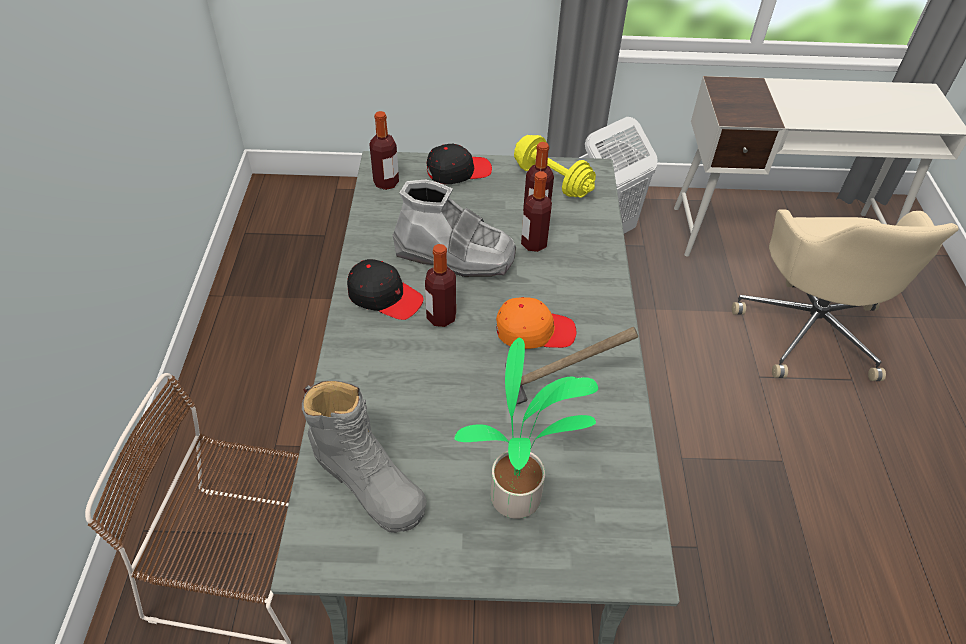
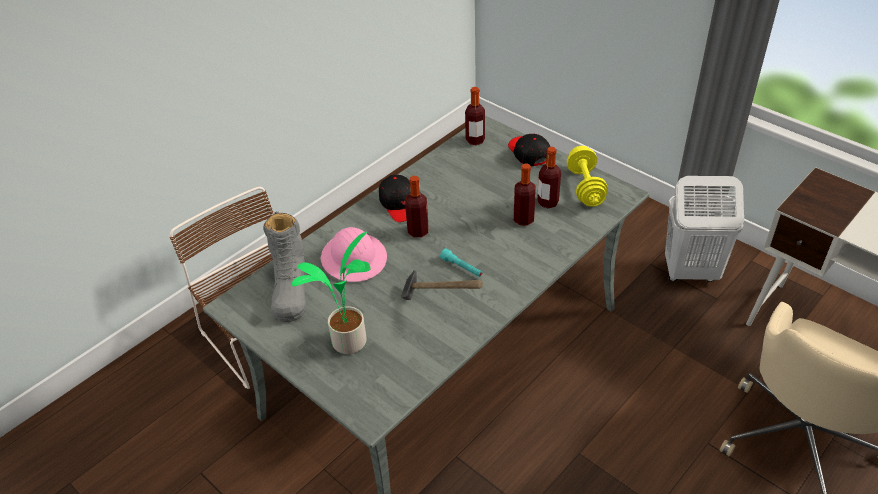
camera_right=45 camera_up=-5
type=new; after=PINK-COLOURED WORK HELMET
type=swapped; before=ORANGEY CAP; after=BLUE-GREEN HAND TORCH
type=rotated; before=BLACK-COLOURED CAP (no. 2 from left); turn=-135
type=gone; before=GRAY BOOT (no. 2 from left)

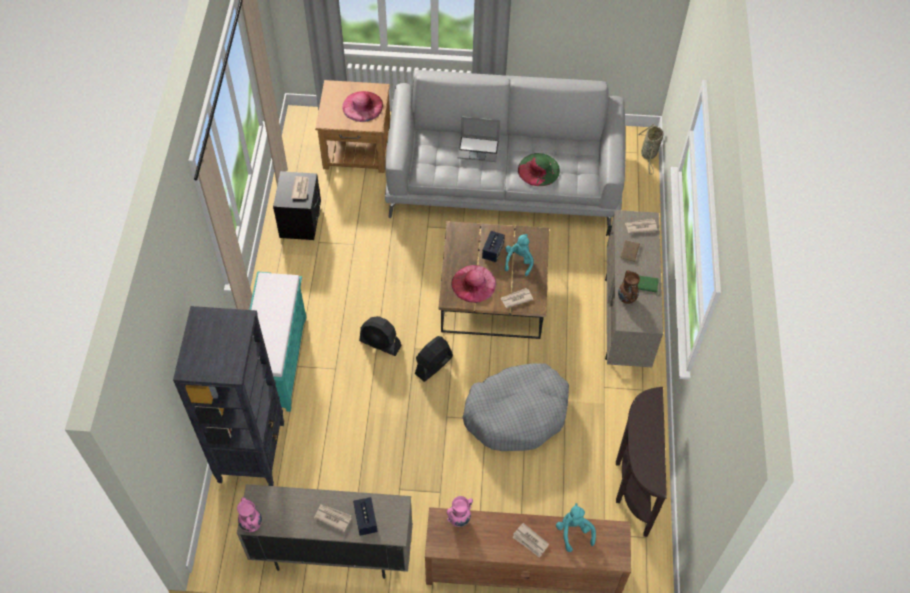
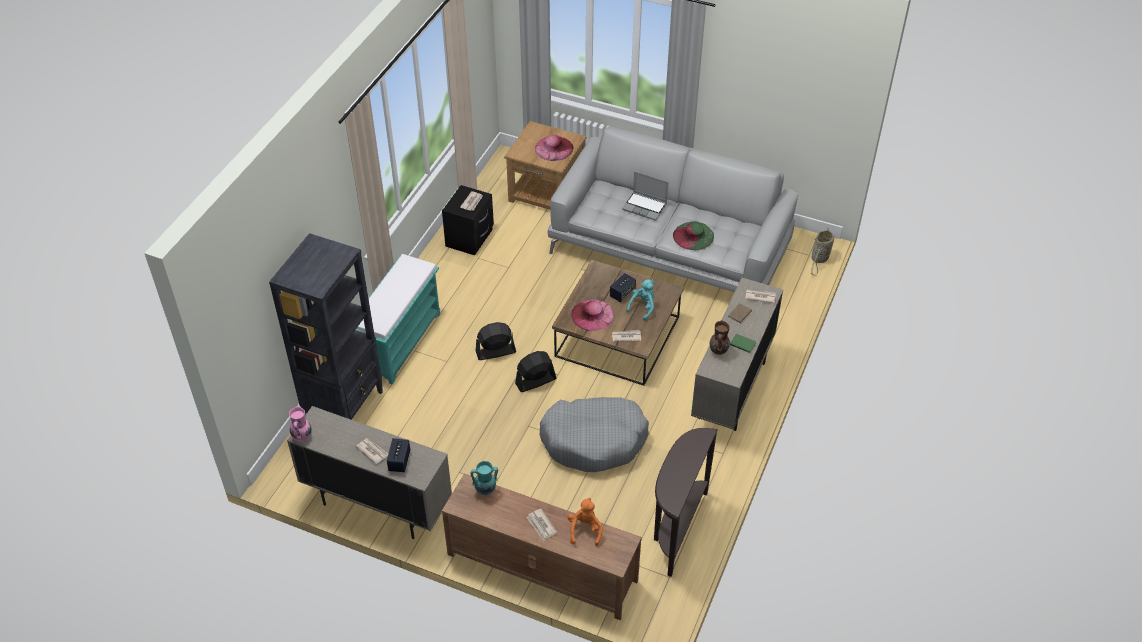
camera_right=20 camera_up=-10
type=repainted; before=PINK-COLOURED FLOWER VASE (no. 2 from left); after=BLUE-GREEN FLOWER VASE
type=rotated; before=BLACK-COLOURED ELECTRIC FAN (no. 1 from left); turn=120
type=repainted; before=BLUE-GREEN SOFT TOY (no. 2 from left); after=ORANGEY SOFT TOY

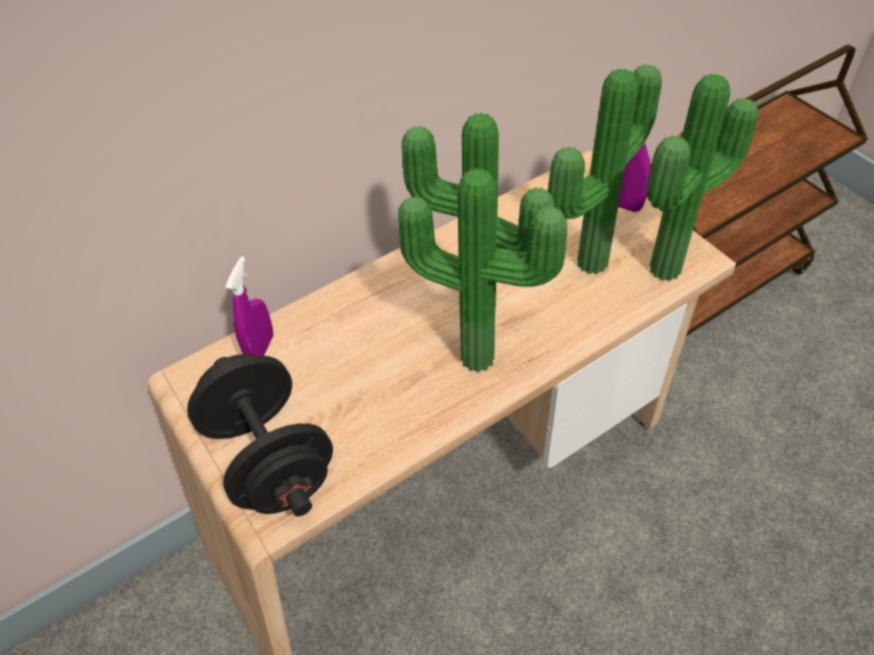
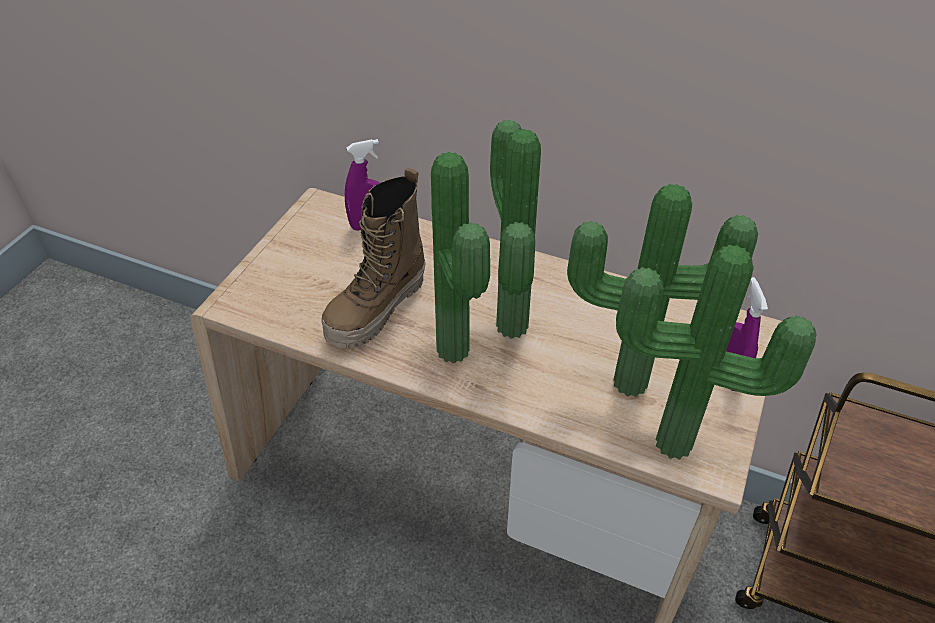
camera_right=55 camera_up=-5
type=new; after=BOOT
type=gone; before=BLACK-COLOURED HAND WEIGHT

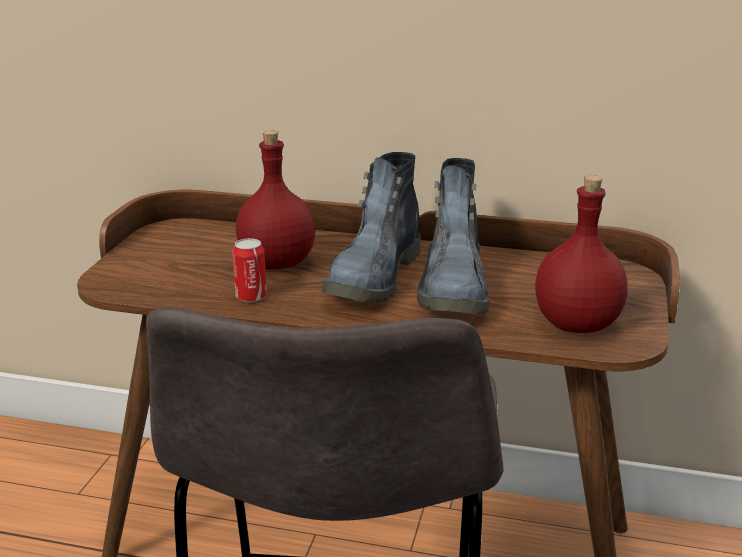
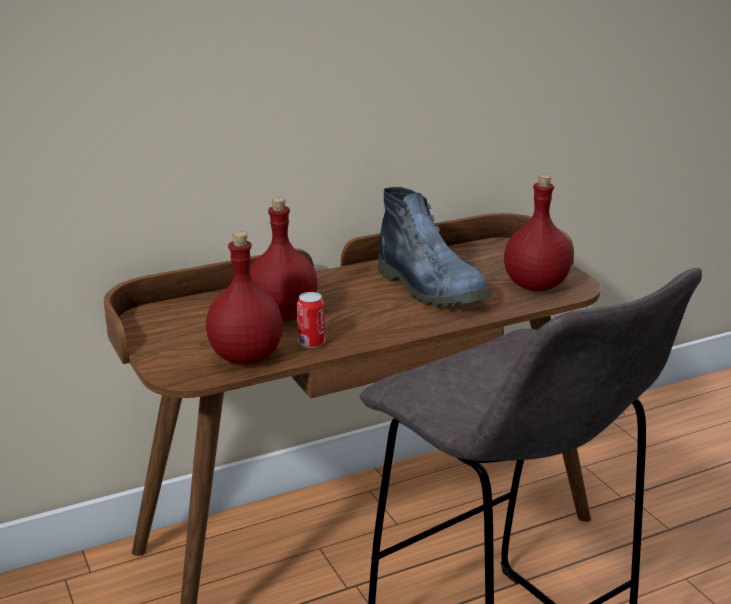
camera_right=-40 camera_up=0
type=new; after=REDDISH DRINK BOTTLE (no. 1 from left)
type=gone; before=BOOT (no. 1 from left)

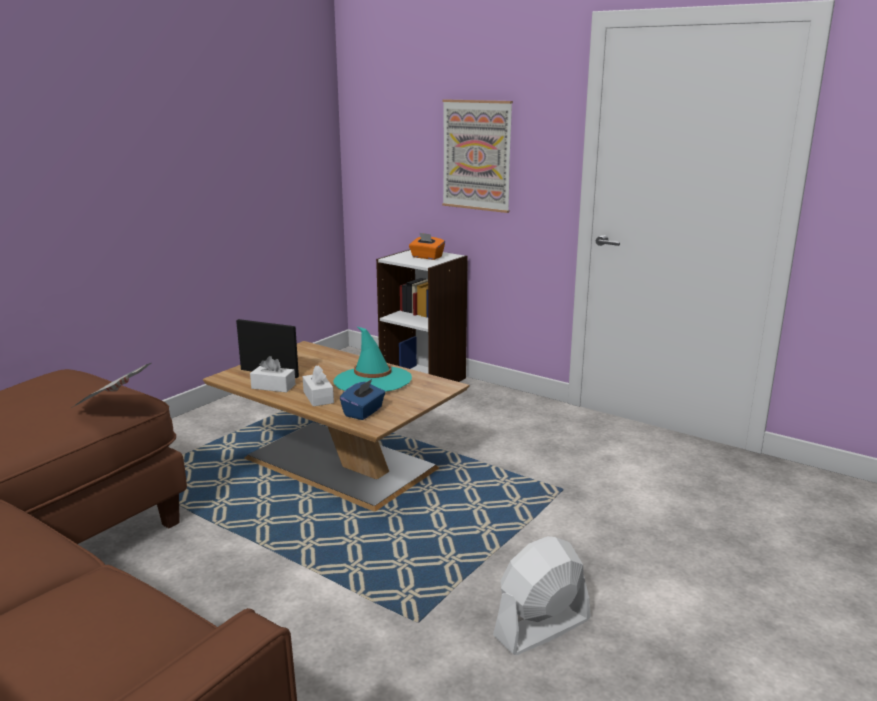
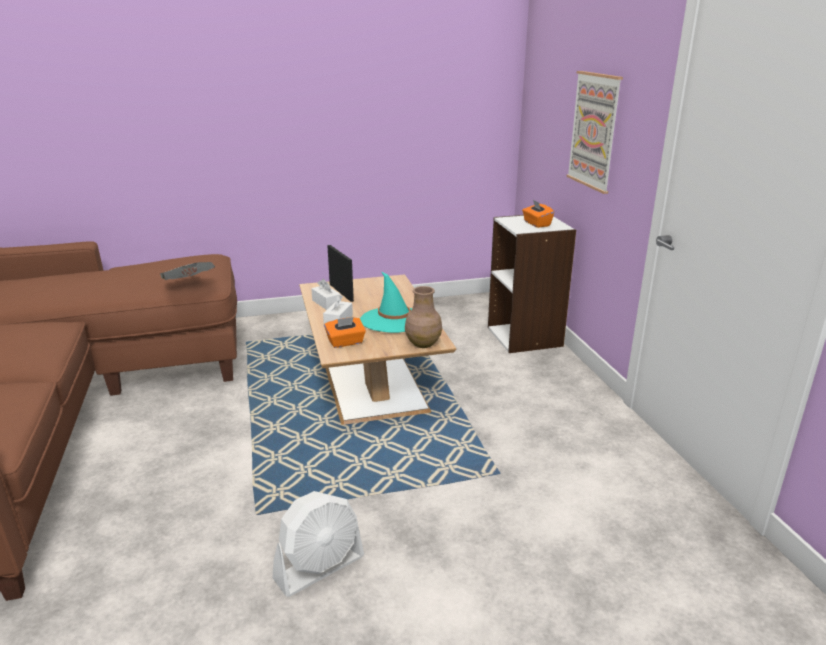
camera_right=40 camera_up=5
type=rotated; before=WHITE-COLOURED ELECTRIC FAN; turn=135
type=repainted; before=BLUISH TISSUE BOX; after=ORANGEY TISSUE BOX (no. 1 from left)
type=new; after=BROWN FLOWER VASE

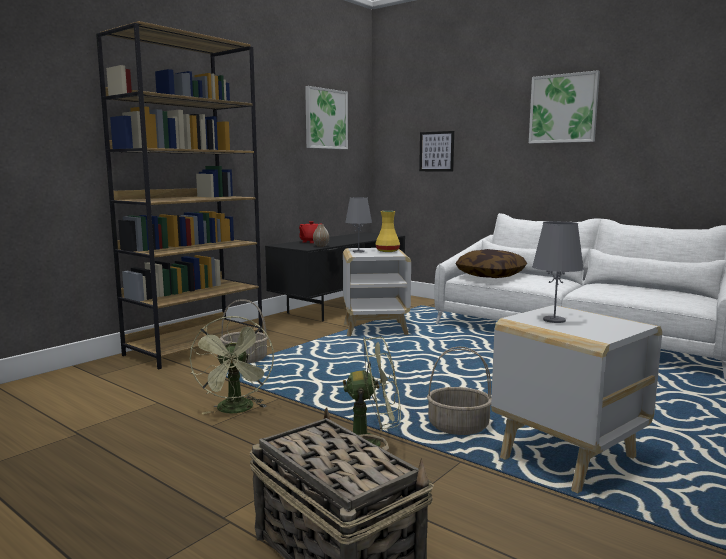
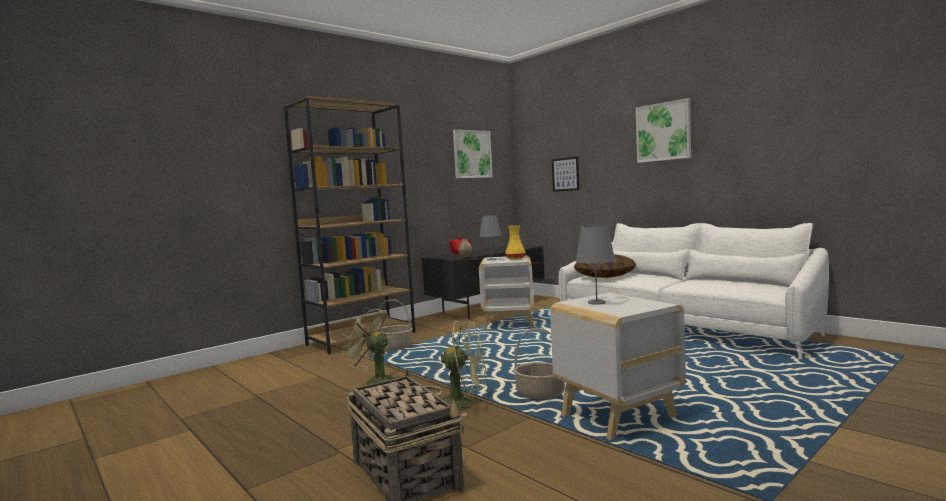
camera_right=10 camera_up=-5
type=rotated; before=GREENISH ELECTRIC FAN (no. 1 from left); turn=120

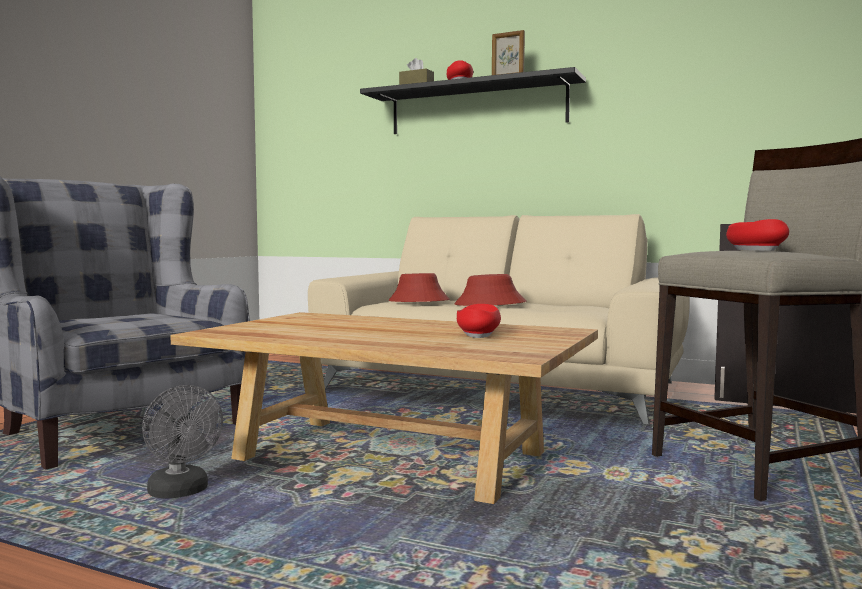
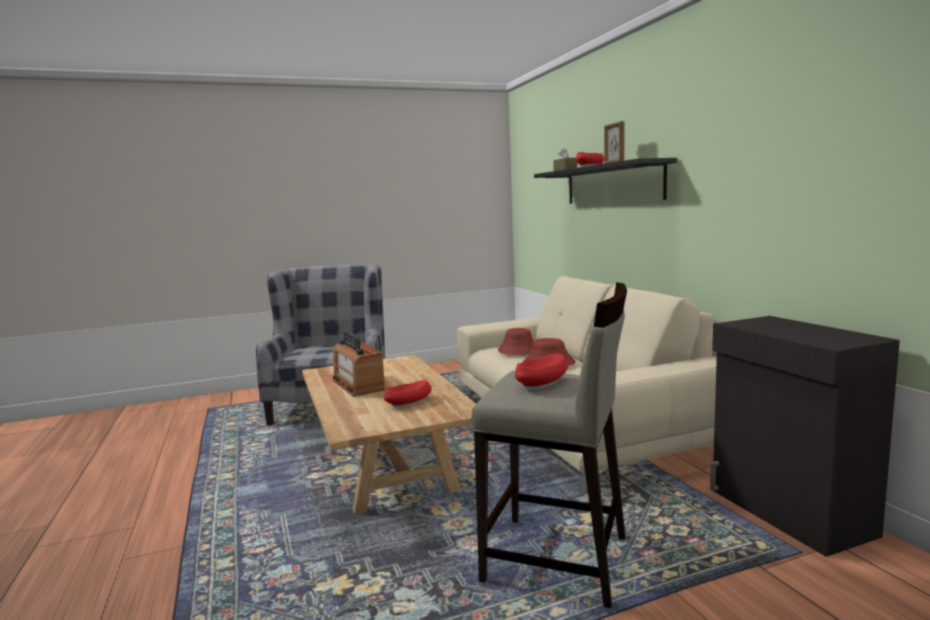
camera_right=45 camera_up=5
type=new; after=RADIO SET
type=gone; before=GRAY ELECTRIC FAN

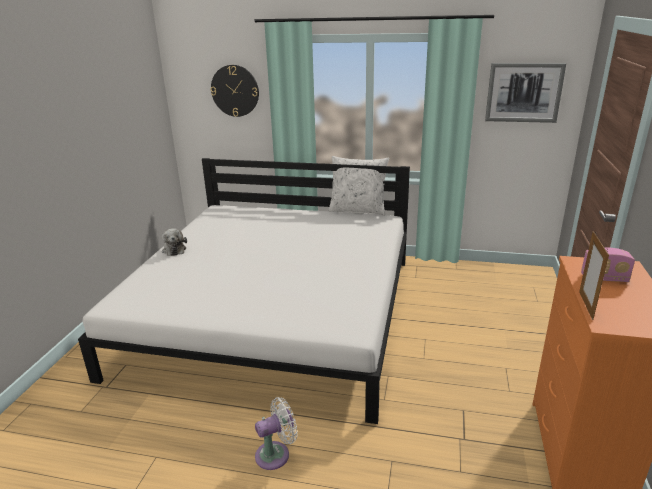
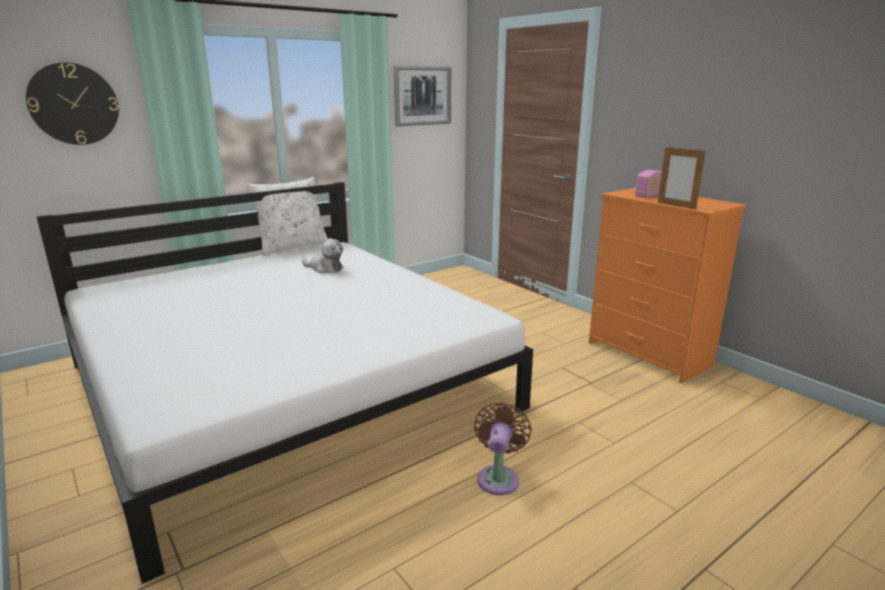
camera_right=-50 camera_up=-5
type=shifted; before=SOFT TOY
type=repainted; before=WHITE-COLOURED ELECTRIC FAN; after=BROWN ELECTRIC FAN

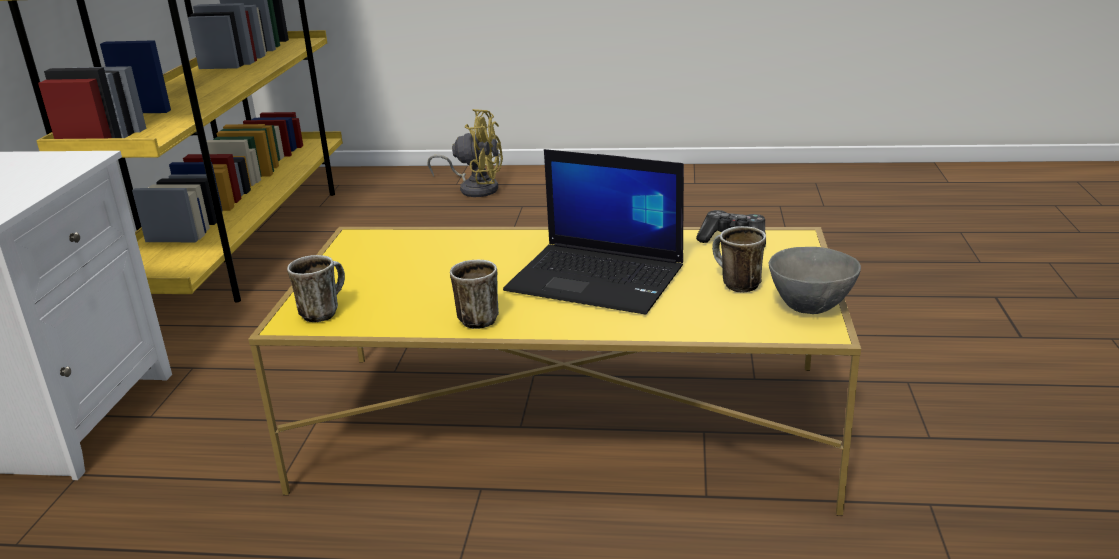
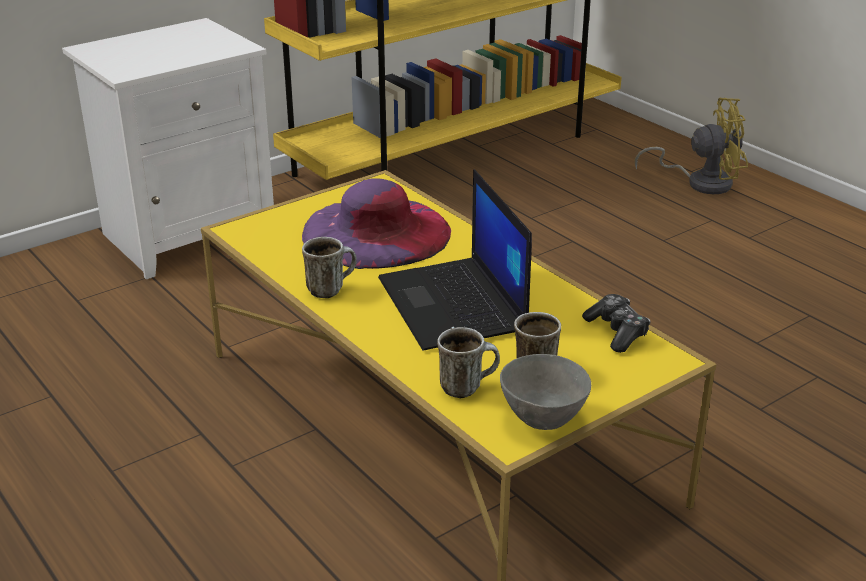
camera_right=45 camera_up=5
type=new; after=PURPLISH WEARABLE HAT
type=shifted; before=TEA MUG (no. 1 from left in the first image); after=TEA MUG (no. 2 from left)
type=rotated; before=YELLOW-COLOURED ELECTRIC FAN; turn=-60

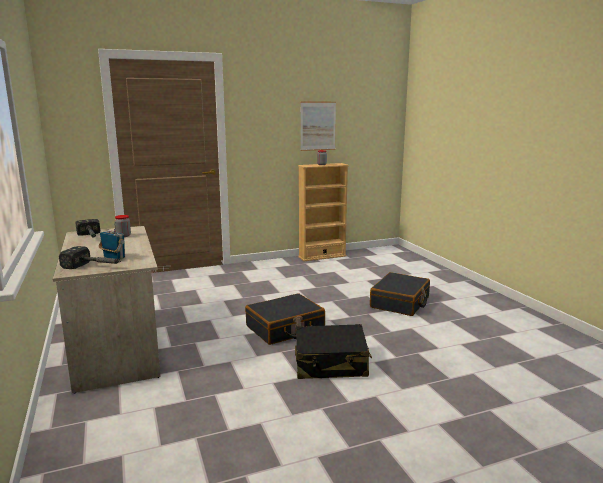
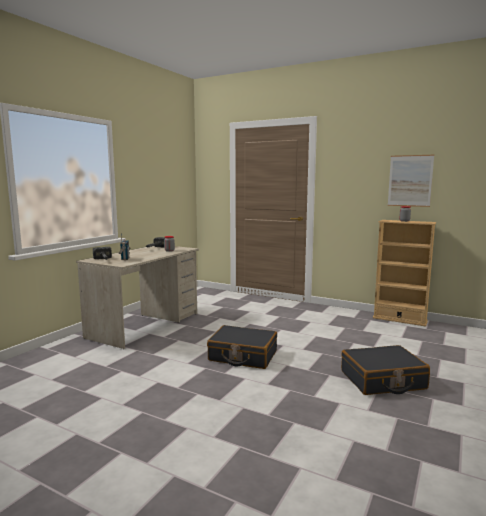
camera_right=50 camera_up=-5
type=gone; before=BLACK-COLOURED SUITCASE (no. 2 from left)

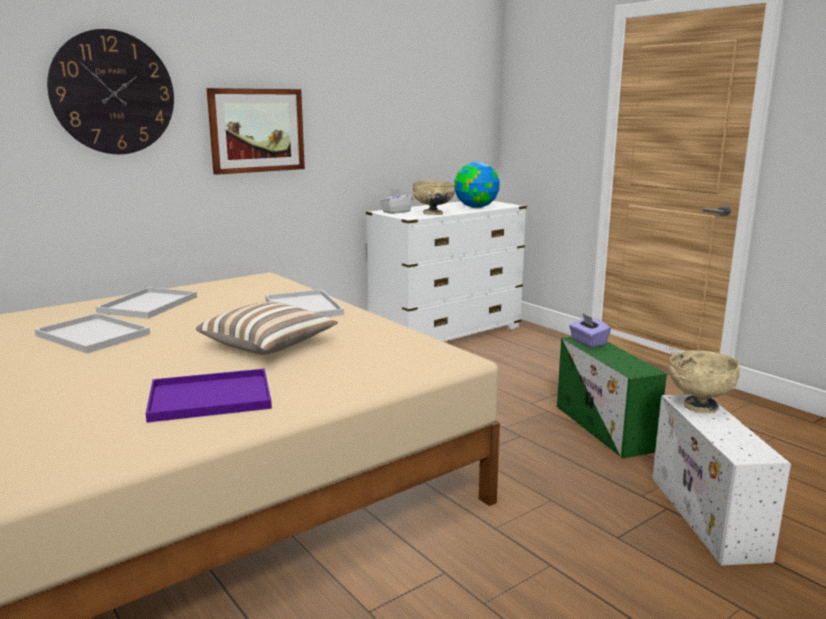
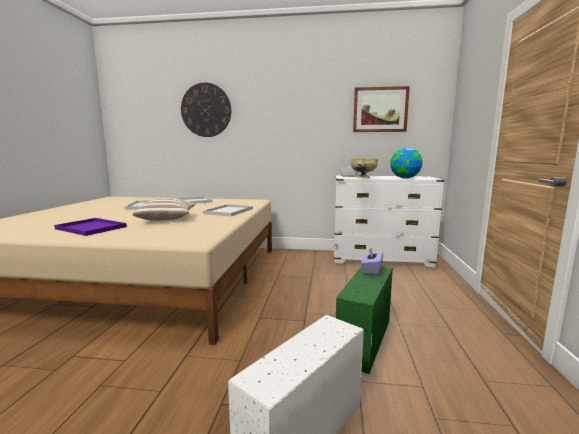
camera_right=45 camera_up=-5
type=shifted; before=WALL PICTURE
type=gone; before=SAND-COLOURED DEEP DISH (no. 2 from left)

